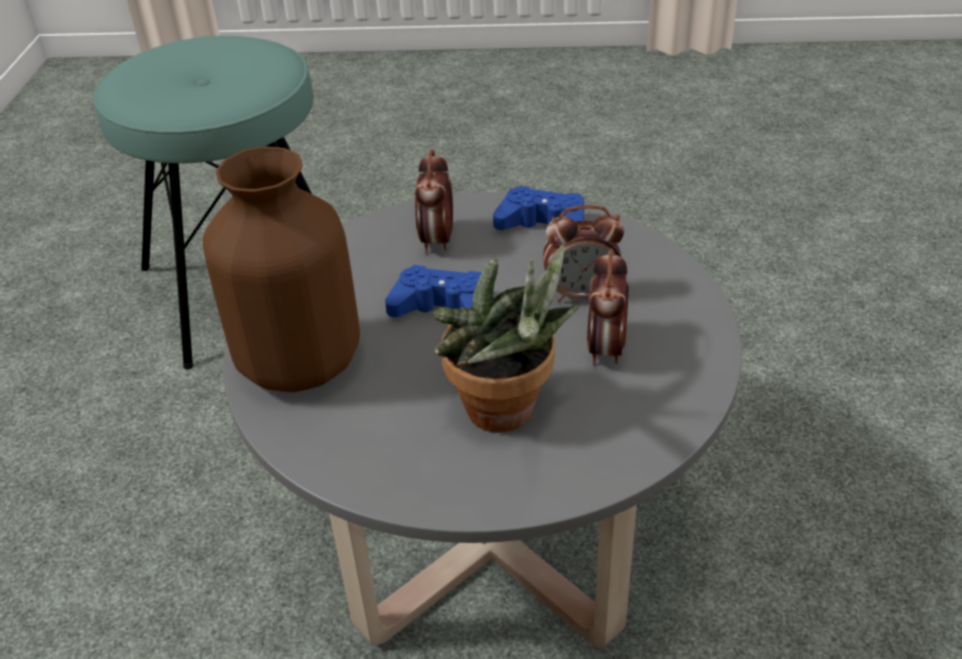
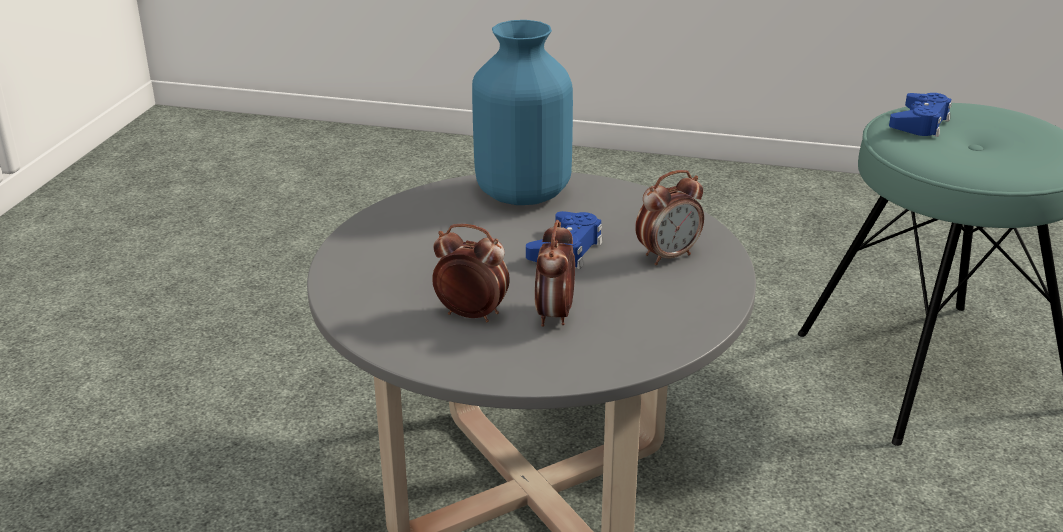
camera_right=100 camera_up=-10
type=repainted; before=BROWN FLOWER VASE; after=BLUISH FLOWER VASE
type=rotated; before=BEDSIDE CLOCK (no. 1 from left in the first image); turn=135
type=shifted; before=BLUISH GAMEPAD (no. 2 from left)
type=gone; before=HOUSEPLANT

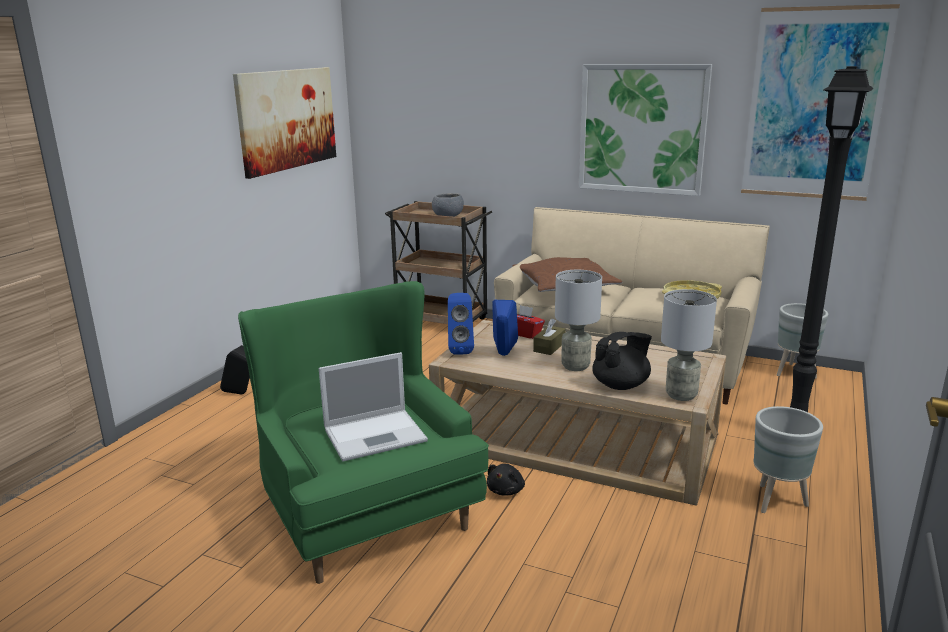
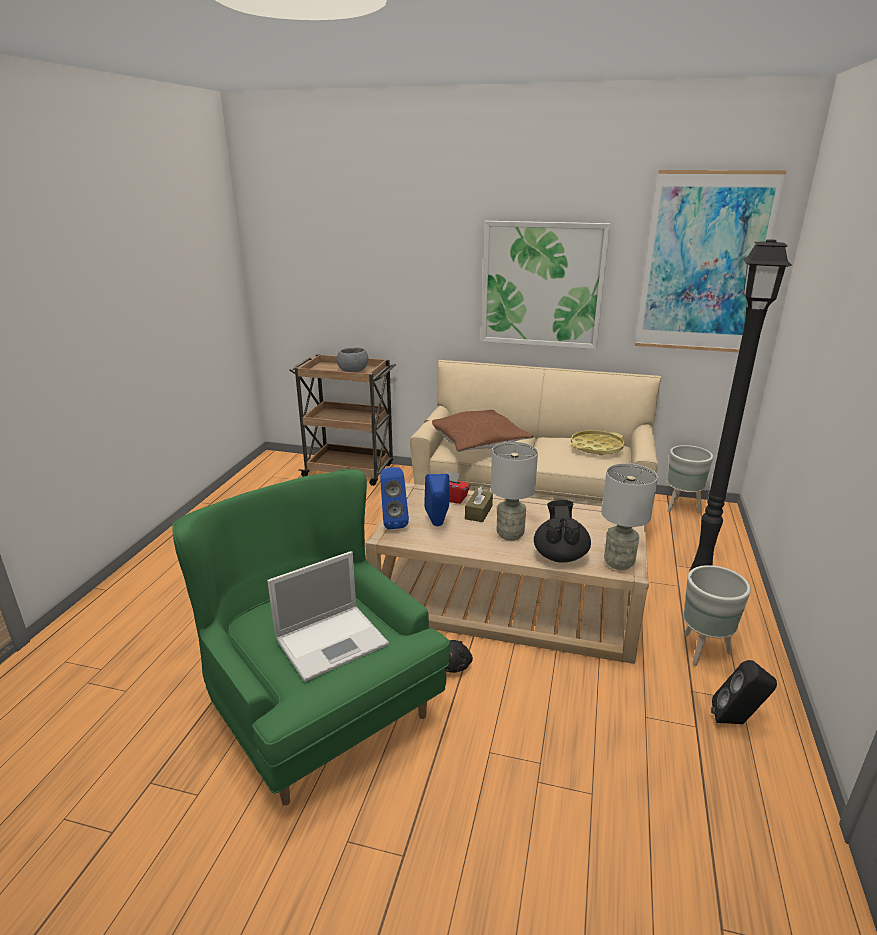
camera_right=-10 camera_up=5
type=rotated; before=BLACK-COLOURED POT FOR TEA; turn=-45
type=shifted; before=BLACK-COLOURED AUDIO SPEAKER
type=gone; before=WALL PICTURE (no. 1 from left)

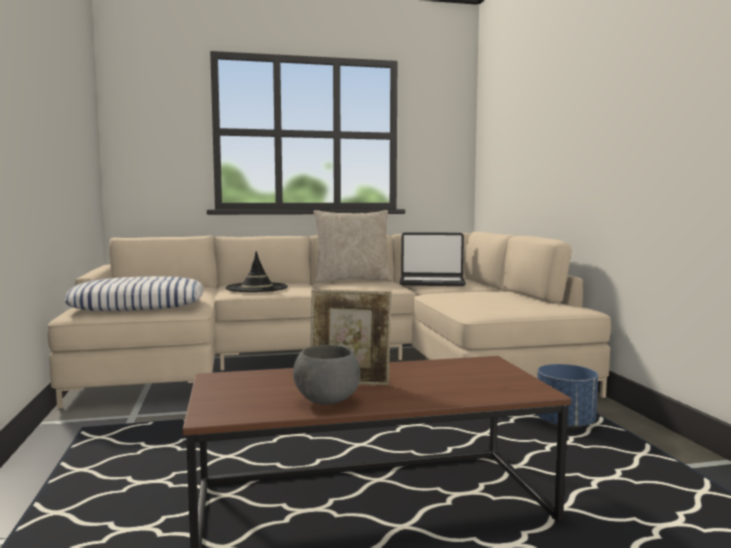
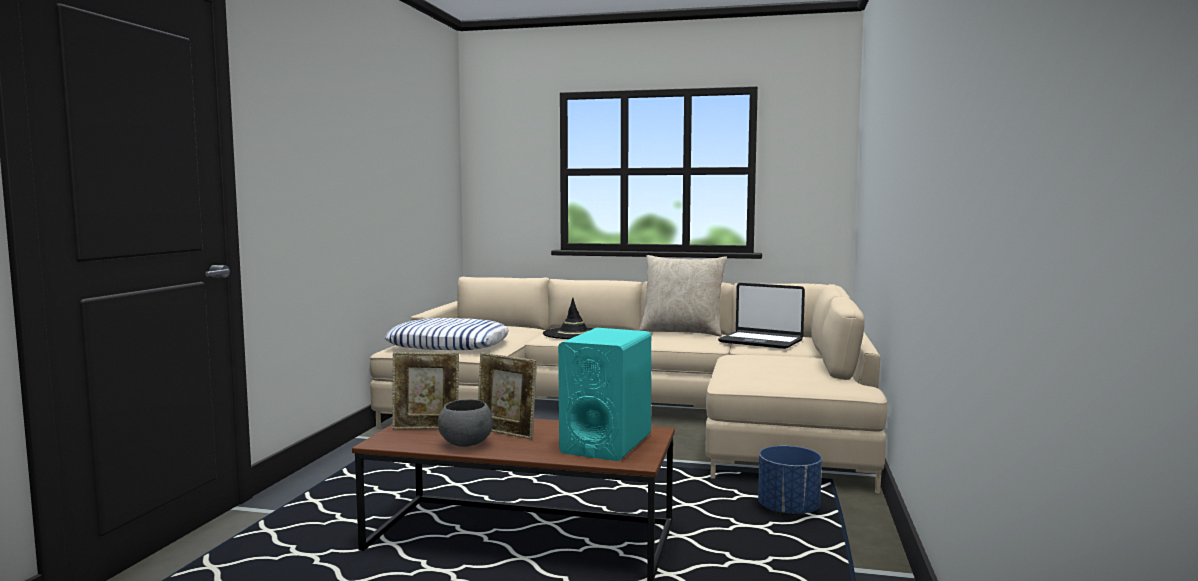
camera_right=25 camera_up=0
type=new; after=PHOTO FRAME (no. 1 from left)
type=new; after=BLUE-GREEN AUDIO SPEAKER

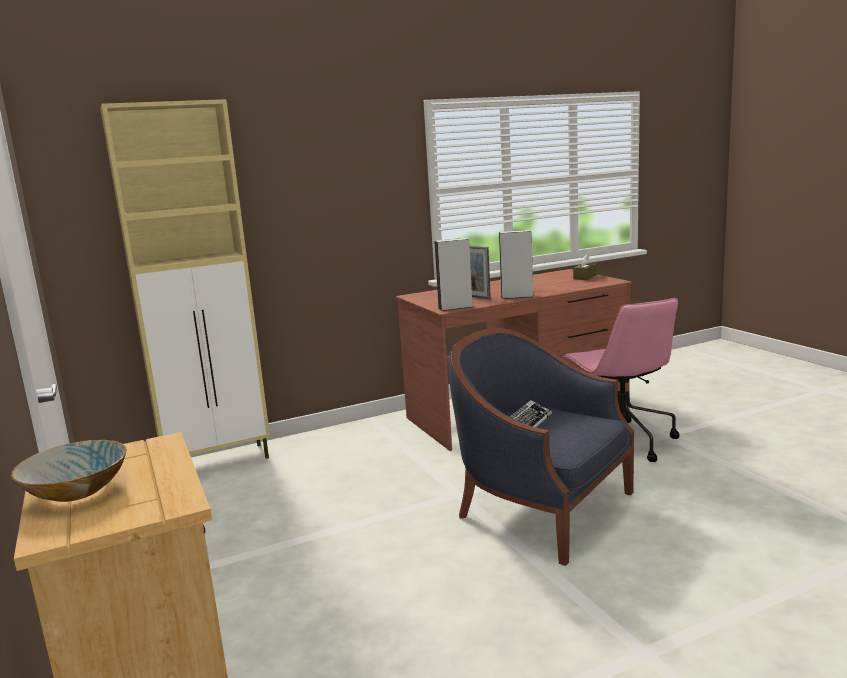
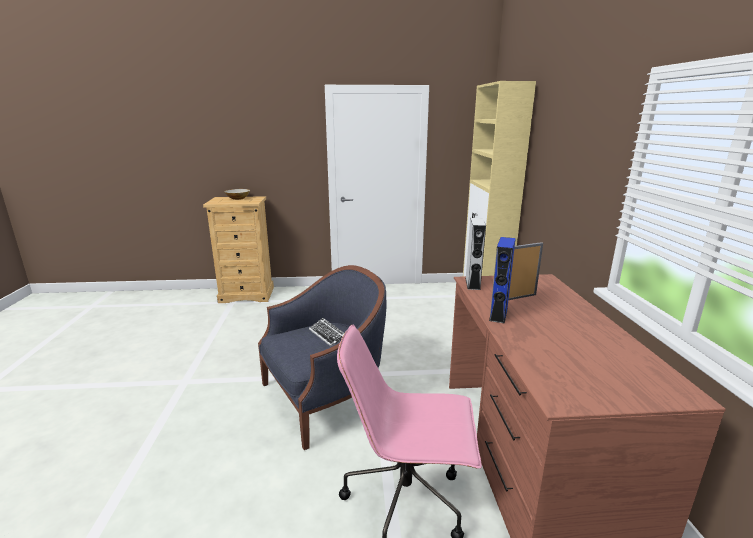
camera_right=110 camera_up=5
type=repainted; before=GRAY AUDIO SPEAKER (no. 2 from left); after=BLUISH AUDIO SPEAKER
type=gone; before=BROWN TISSUE BOX

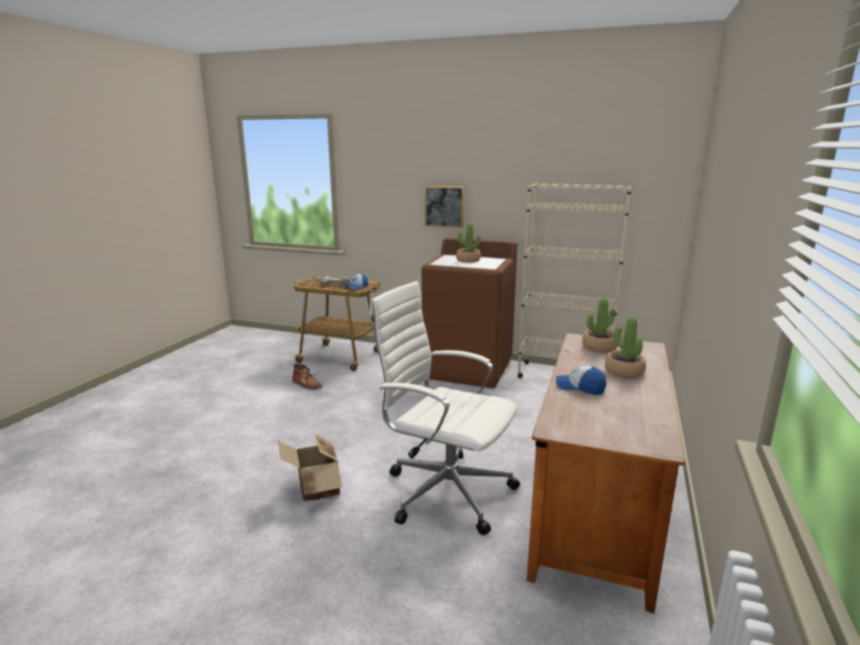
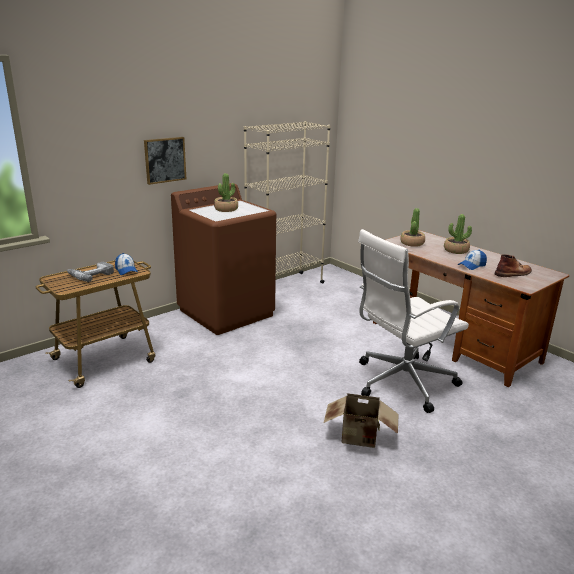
camera_right=-60 camera_up=5
type=shifted; before=BROWN BOOT

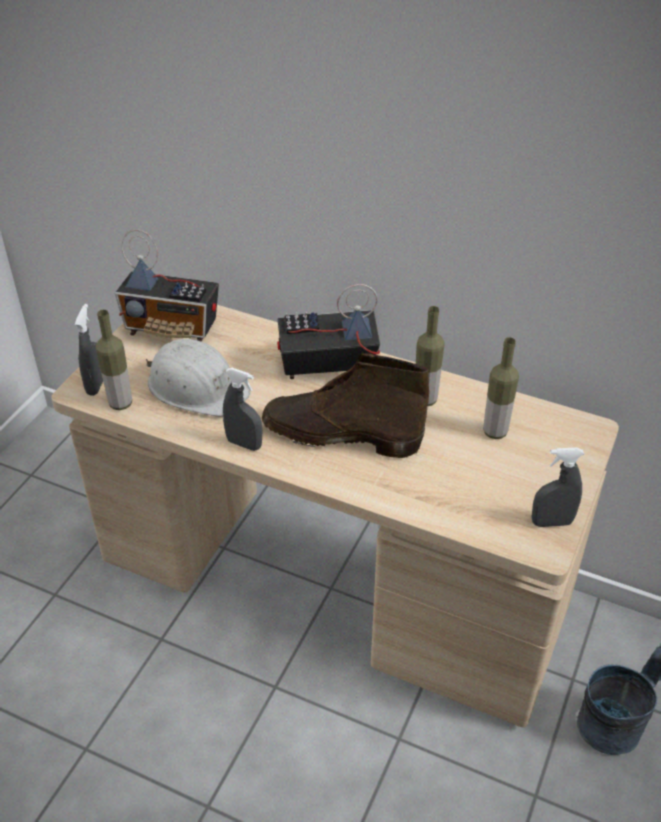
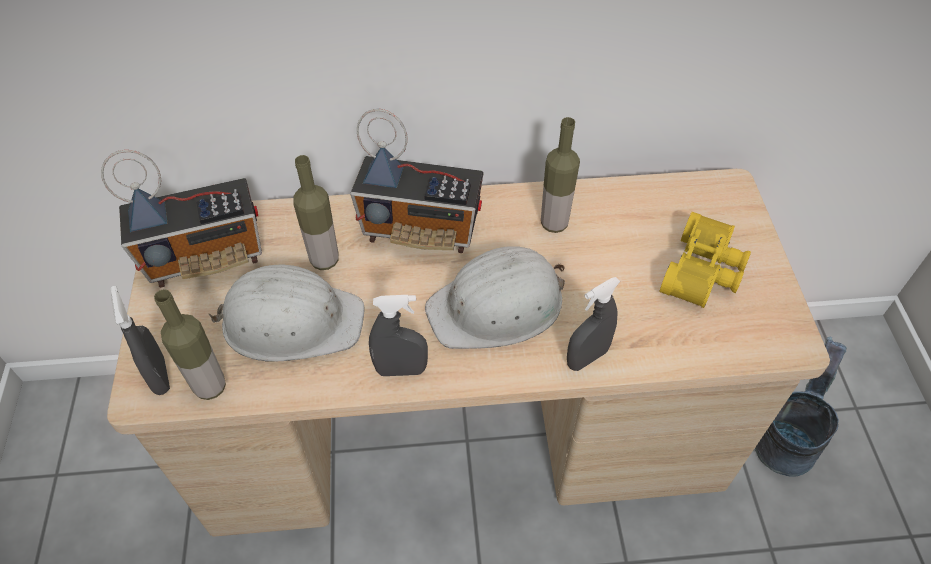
camera_right=-30 camera_up=10
type=shifted; before=DRINK BOTTLE (no. 3 from left in the first image); after=DRINK BOTTLE (no. 2 from left)
type=rotated; before=RADIO SET (no. 2 from left); turn=-135
type=swapped; before=BROWN BOOT; after=WHITE-COLOURED WORK HELMET (no. 2 from left)
type=shifted; before=GRAY SPRAY BOTTLE (no. 3 from left)
type=new; after=YELLOW-COLOURED PAIR OF BINOCULARS

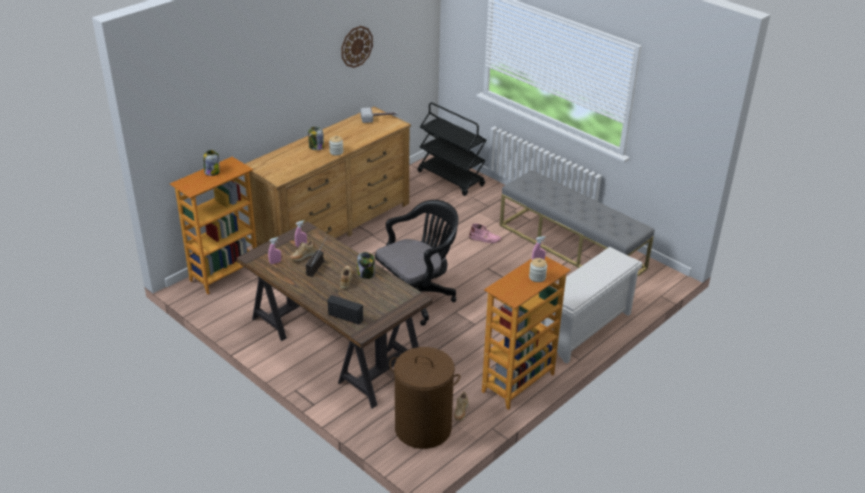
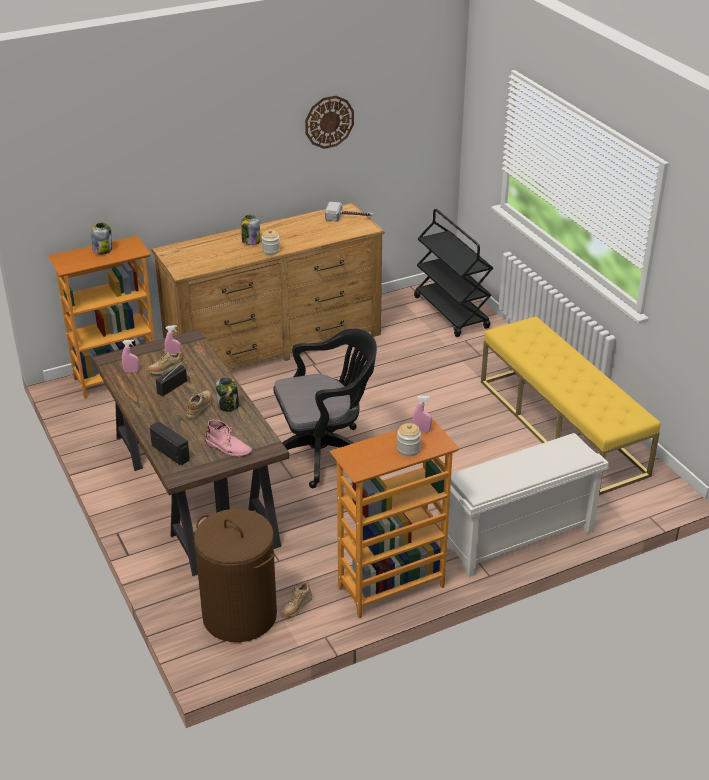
camera_right=20 camera_up=0
type=shifted; before=PINK-COLOURED BOOT
type=repainted; before=GRAY LONG SEAT; after=YELLOW-COLOURED LONG SEAT

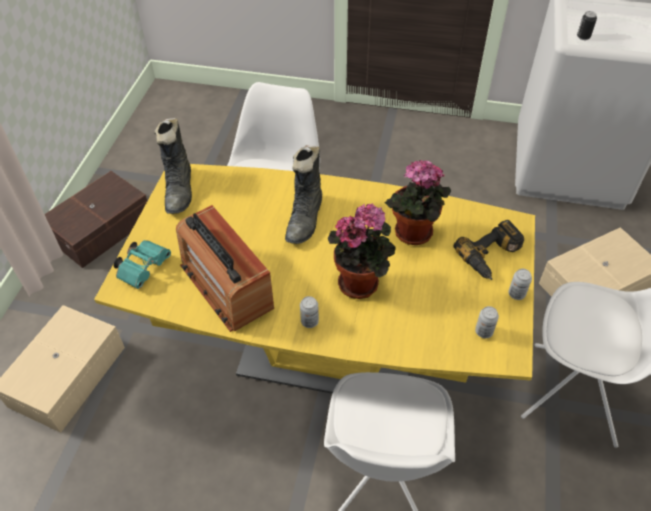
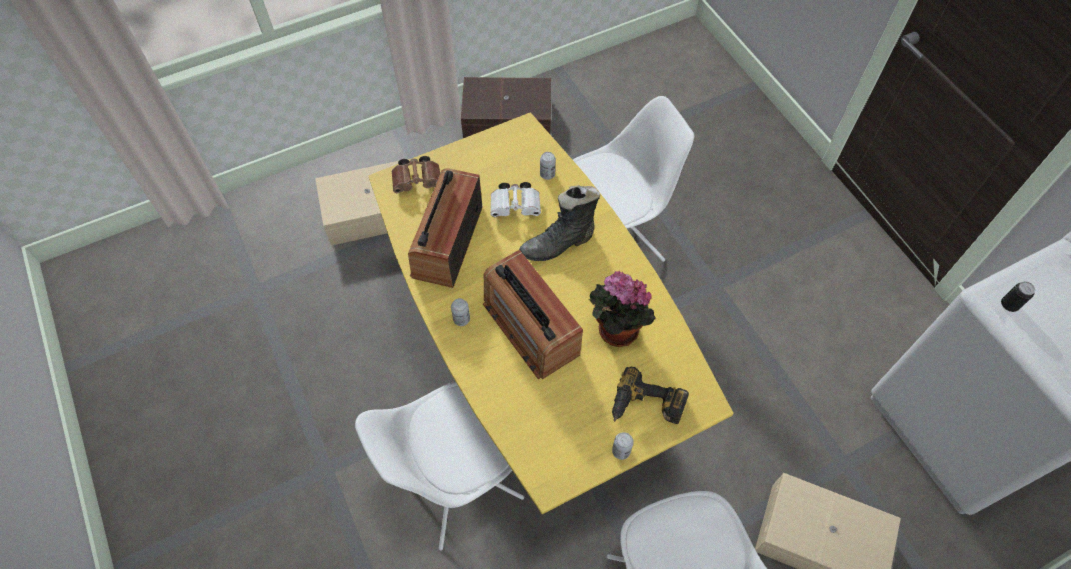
camera_right=50 camera_up=10
type=repainted; before=BLUE-GREEN PAIR OF BINOCULARS; after=BROWN PAIR OF BINOCULARS
type=swapped; before=HOUSEPLANT (no. 1 from left); after=RADIO SET (no. 2 from left)
type=new; after=WHITE-COLOURED PAIR OF BINOCULARS
type=shifted; before=METAL CAN (no. 2 from left)
type=gone; before=BLACK-COLOURED BOOT (no. 1 from left)

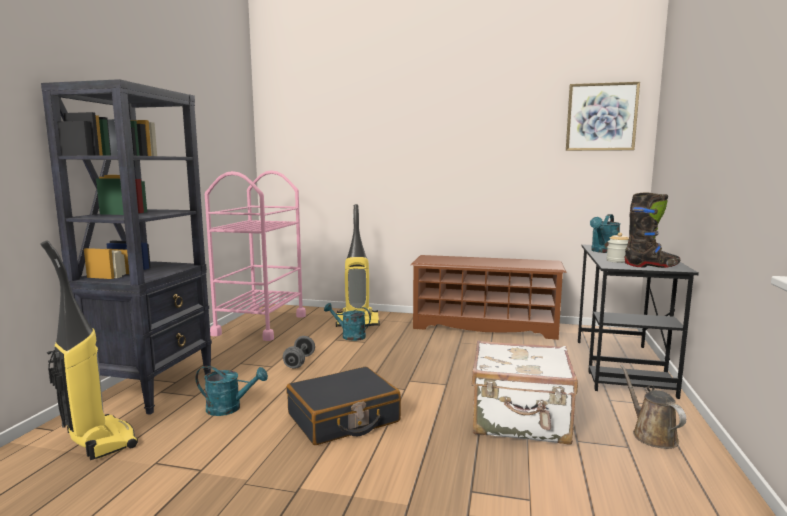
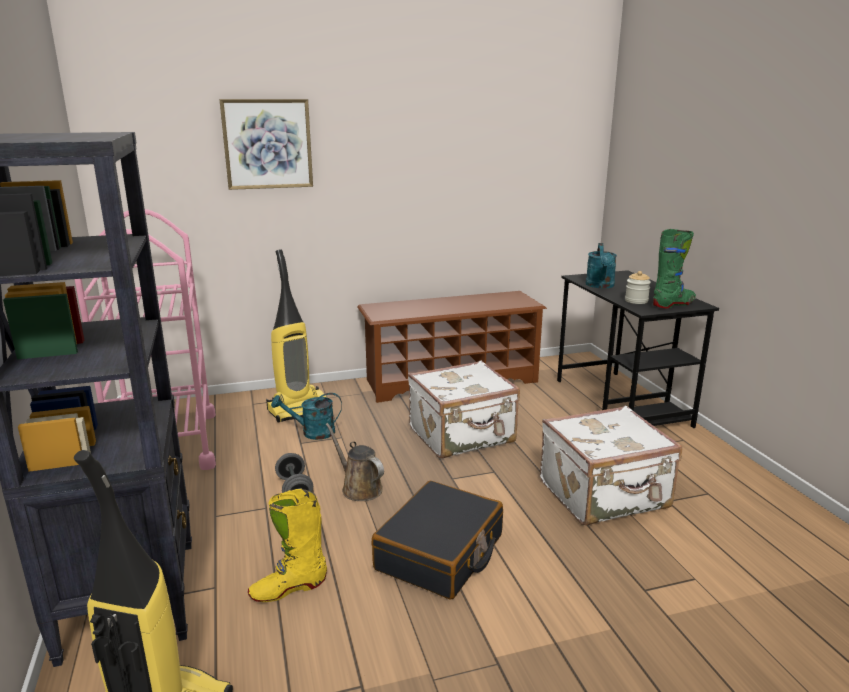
camera_right=-30 camera_up=10
type=shifted; before=WALL PICTURE
type=swapped; before=BLUE-GREEN WATERING POT (no. 1 from left); after=YELLOW-COLOURED BOOT
type=shifted; before=BROWN WATERING POT
type=new; after=WHITE-COLOURED SUITCASE (no. 1 from left)
type=repainted; before=BLACK-COLOURED BOOT; after=GREENISH BOOT

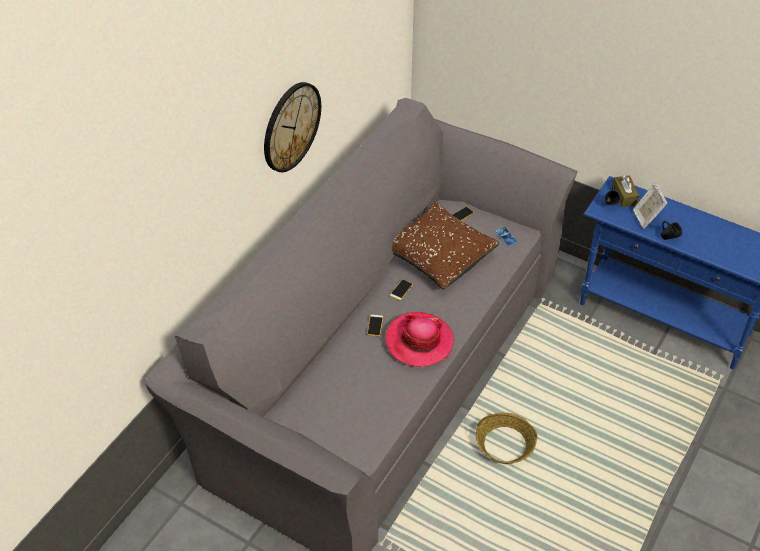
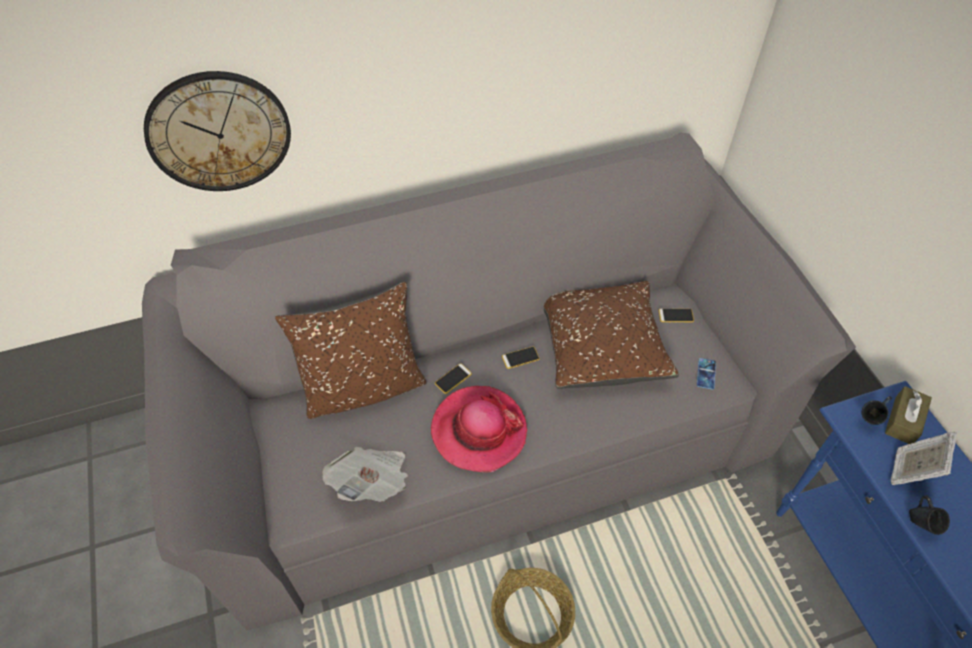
camera_right=40 camera_up=5
type=shifted; before=WALL CLOCK
type=new; after=BROWN PILLOW (no. 1 from left)
type=new; after=PRINTED PAPER

